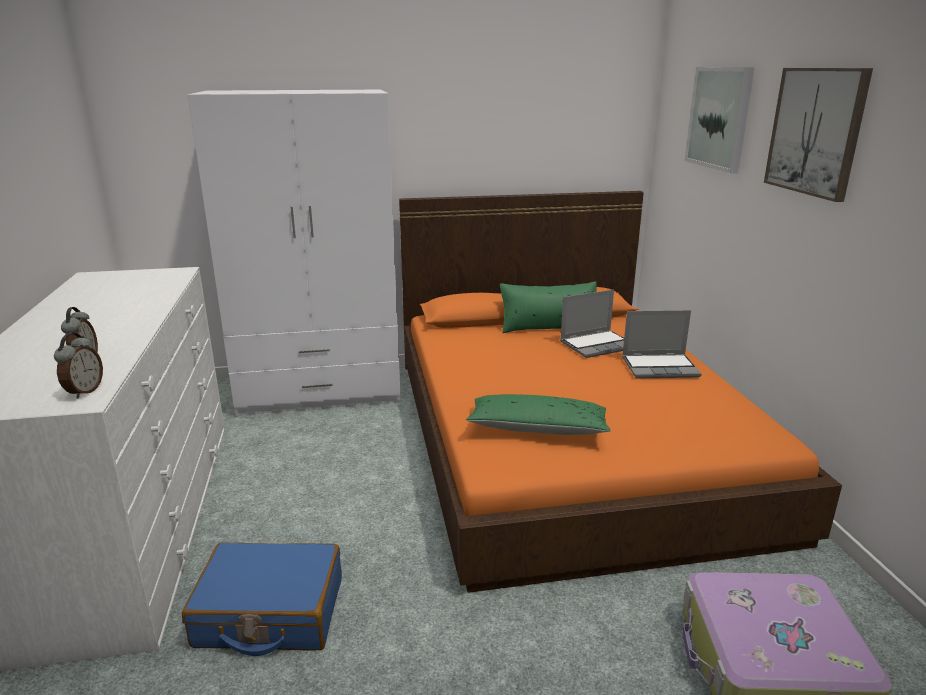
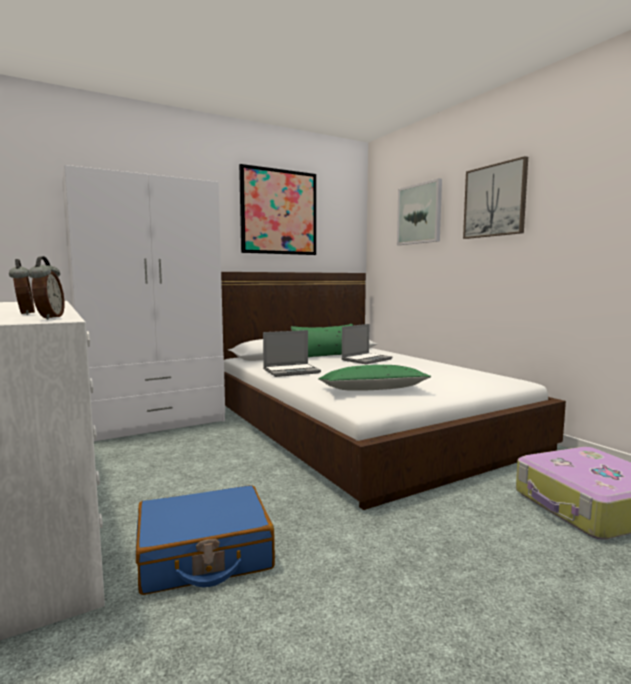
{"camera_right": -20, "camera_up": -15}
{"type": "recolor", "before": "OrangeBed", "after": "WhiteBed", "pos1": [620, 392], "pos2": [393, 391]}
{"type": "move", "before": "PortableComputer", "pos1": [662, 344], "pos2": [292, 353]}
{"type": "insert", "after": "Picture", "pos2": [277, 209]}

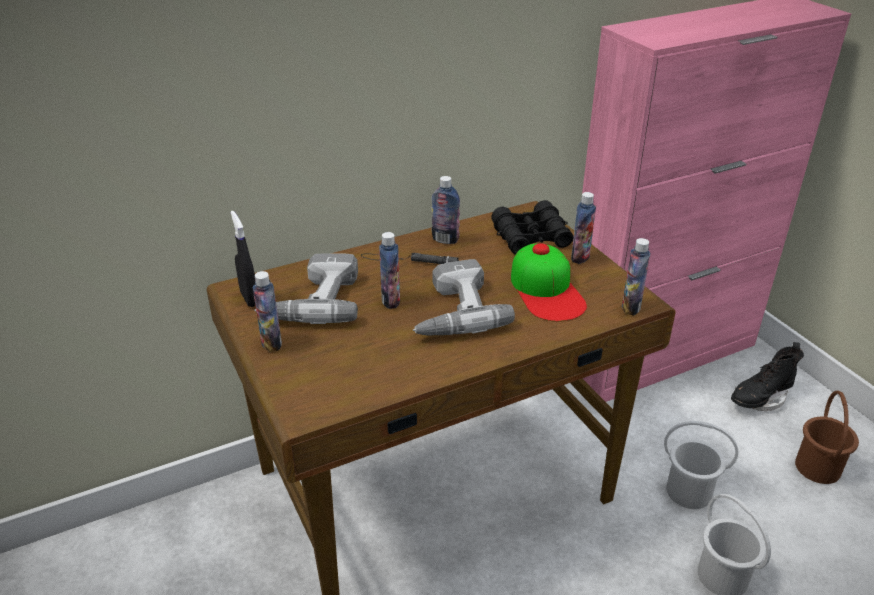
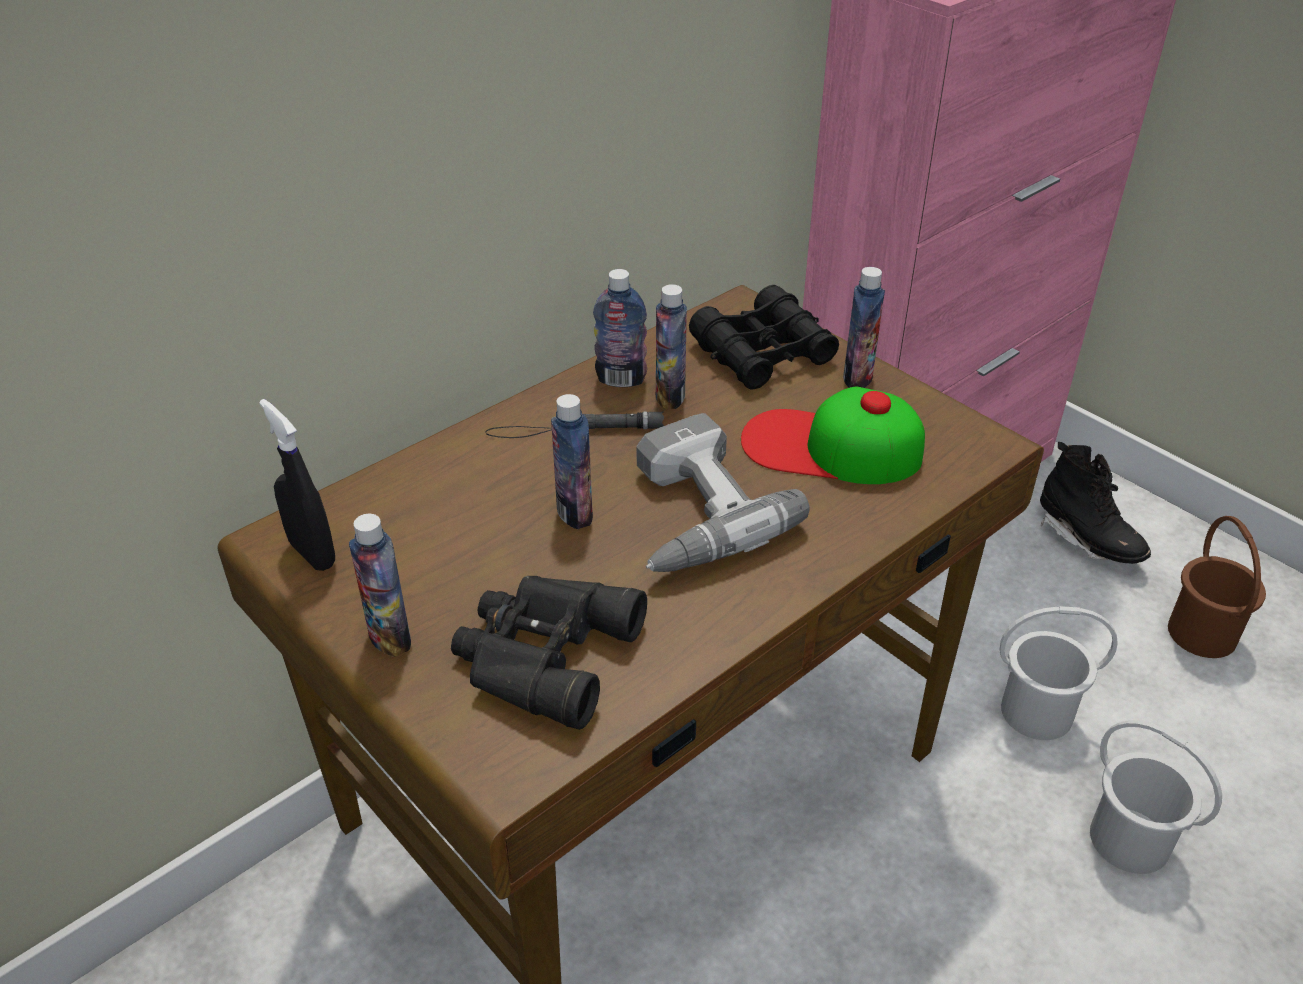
{"camera_right": -15, "camera_up": 5}
{"type": "move", "before": "BeverageBottle", "pos1": [636, 276], "pos2": [671, 346]}
{"type": "rotate", "before": "BaseballCap", "pos1": [549, 282], "pos2": [833, 435], "turn": 135}
{"type": "delete", "before": "ElectricDrill", "pos1": [306, 288]}
{"type": "rotate", "before": "BlackTallBoot", "pos1": [767, 376], "pos2": [1095, 503], "turn": -75}
{"type": "insert", "after": "BlackPairOfBinoculars", "pos2": [549, 653]}

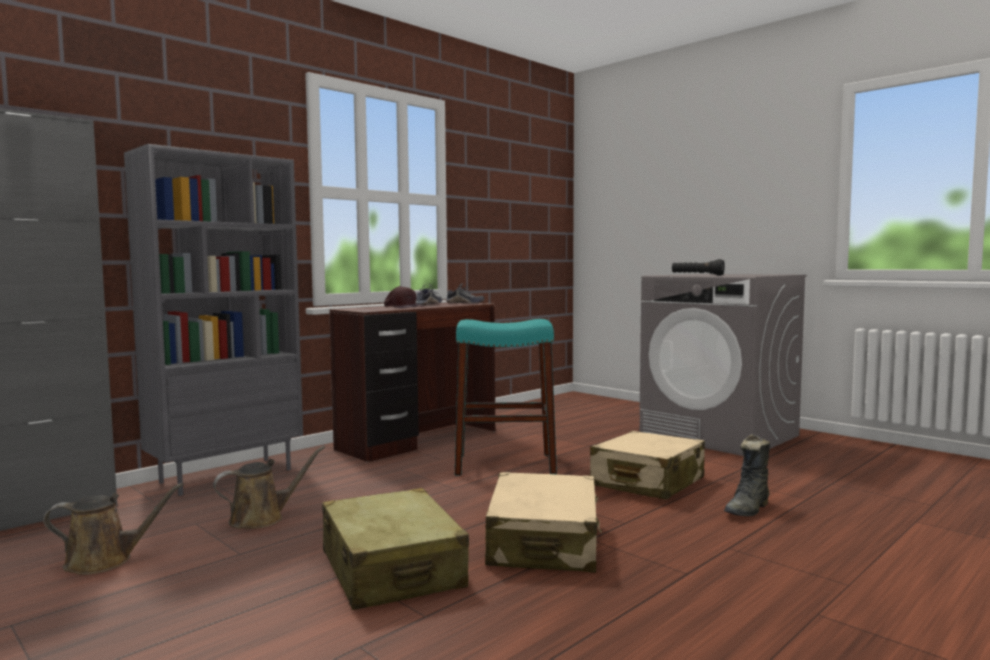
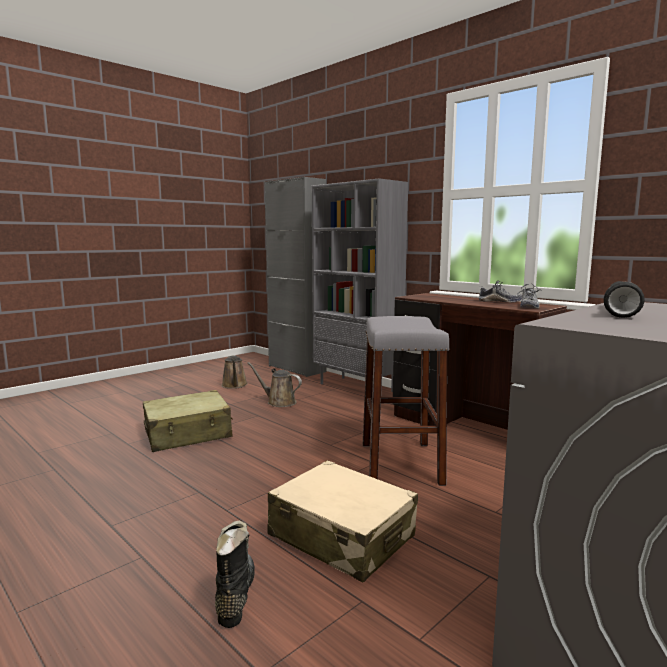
{"camera_right": 90, "camera_up": 5}
{"type": "delete", "before": "BrownishBaseballCap", "pos1": [403, 297]}
{"type": "recolor", "before": "BlueGreenStoolSeat", "after": "GreyishStoolSeat", "pos1": [506, 397], "pos2": [406, 401]}
{"type": "rotate", "before": "BlackTallBoot", "pos1": [747, 475], "pos2": [235, 574], "turn": 45}
{"type": "rotate", "before": "BrownishWateringCan", "pos1": [269, 487], "pos2": [274, 384], "turn": 150}
{"type": "delete", "before": "SandColouredSuitcase", "pos1": [543, 522]}

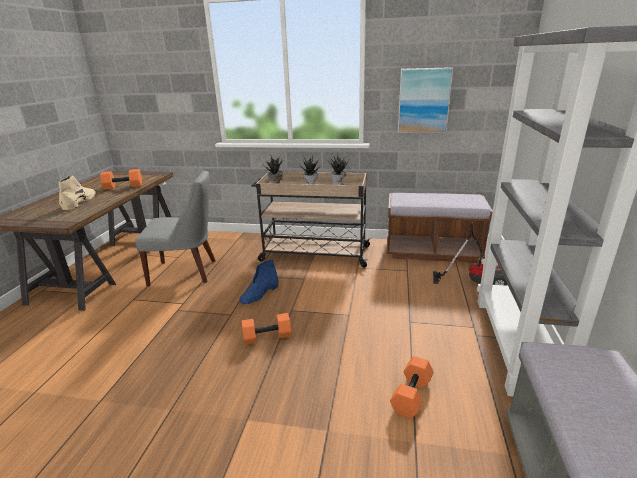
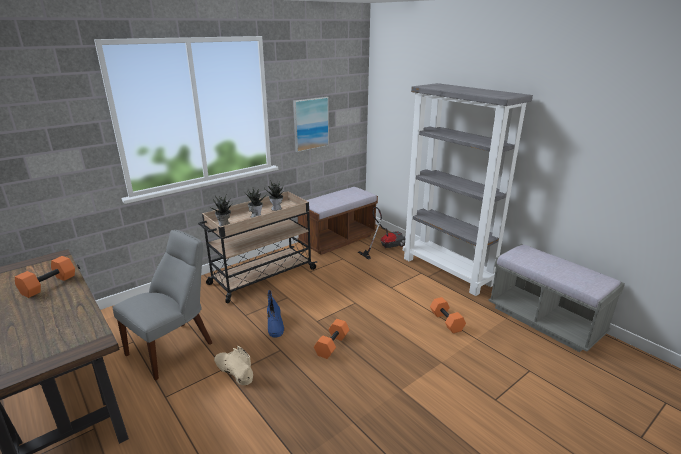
{"camera_right": -50, "camera_up": 0}
{"type": "move", "before": "SandColouredTallBoot", "pos1": [77, 192], "pos2": [233, 365]}

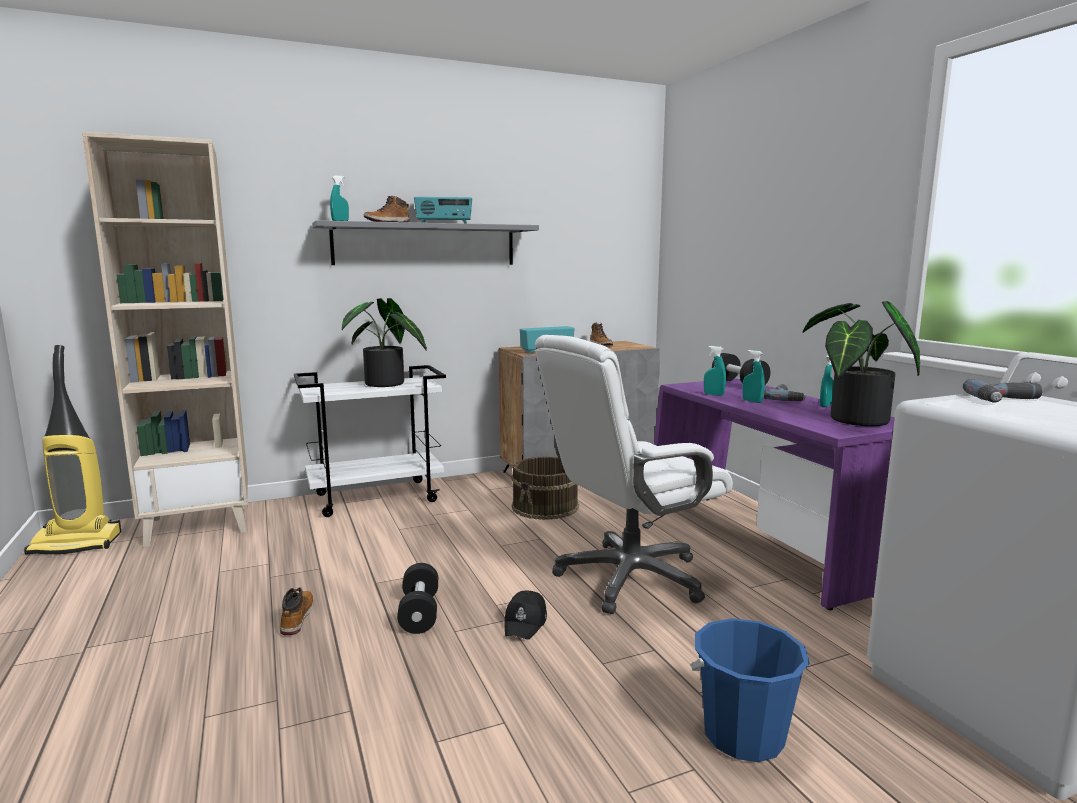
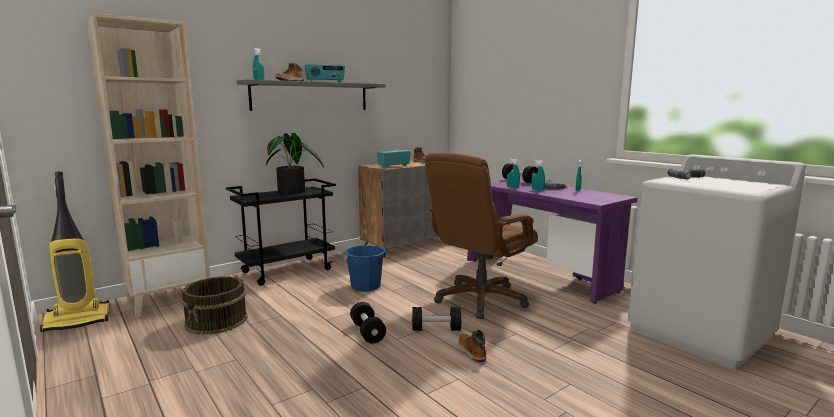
{"camera_right": -15, "camera_up": 0}
{"type": "delete", "before": "PlantInAPot", "pos1": [861, 363]}
{"type": "recolor", "before": "WhiteOfficeChair", "after": "BrownishOfficeChair", "pos1": [634, 474], "pos2": [481, 236]}
{"type": "recolor", "before": "WhiteWheeledCart", "after": "BlackWheeledCart", "pos1": [370, 441], "pos2": [281, 232]}
{"type": "move", "before": "BrownishBucket", "pos1": [545, 488], "pos2": [215, 305]}
{"type": "move", "before": "TallBoot", "pos1": [297, 611], "pos2": [472, 346]}
{"type": "replace", "before": "BlackBaseballCap", "after": "BlackDumbbell", "pos1": [525, 615], "pos2": [436, 319]}
{"type": "move", "before": "BlueColouredBucket", "pos1": [750, 690], "pos2": [364, 268]}

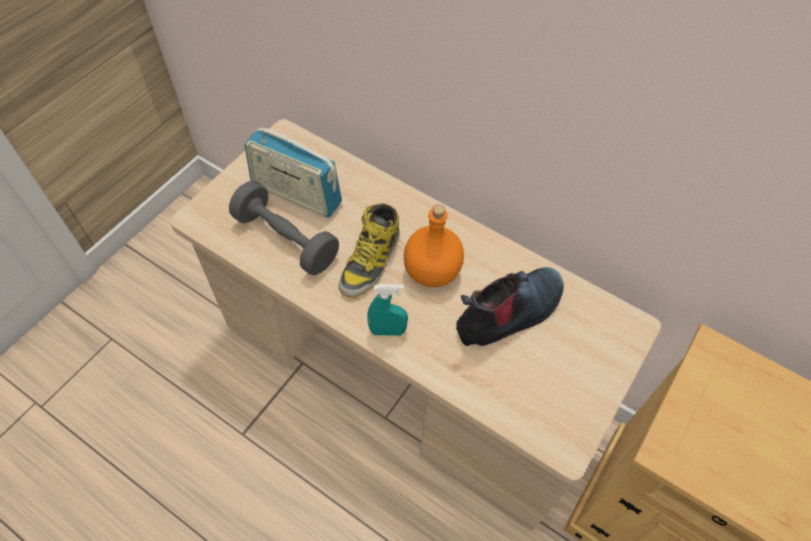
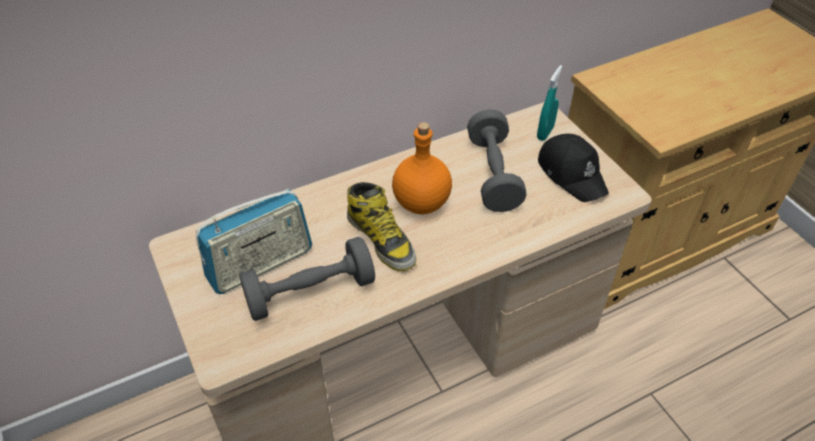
{"camera_right": -60, "camera_up": -10}
{"type": "replace", "before": "TallBoot", "after": "GreyishDumbbell", "pos1": [510, 306], "pos2": [497, 160]}
{"type": "move", "before": "BlueGreenHandSprayer", "pos1": [387, 310], "pos2": [550, 103]}
{"type": "insert", "after": "BlackBaseballCap", "pos2": [573, 168]}

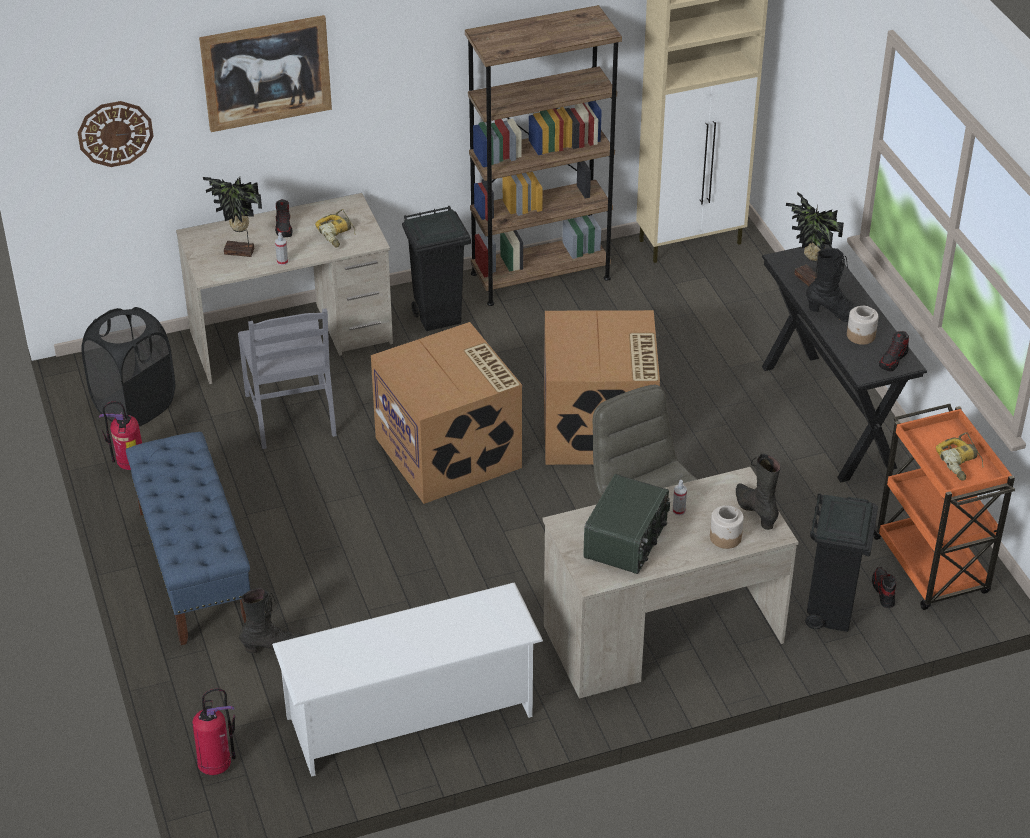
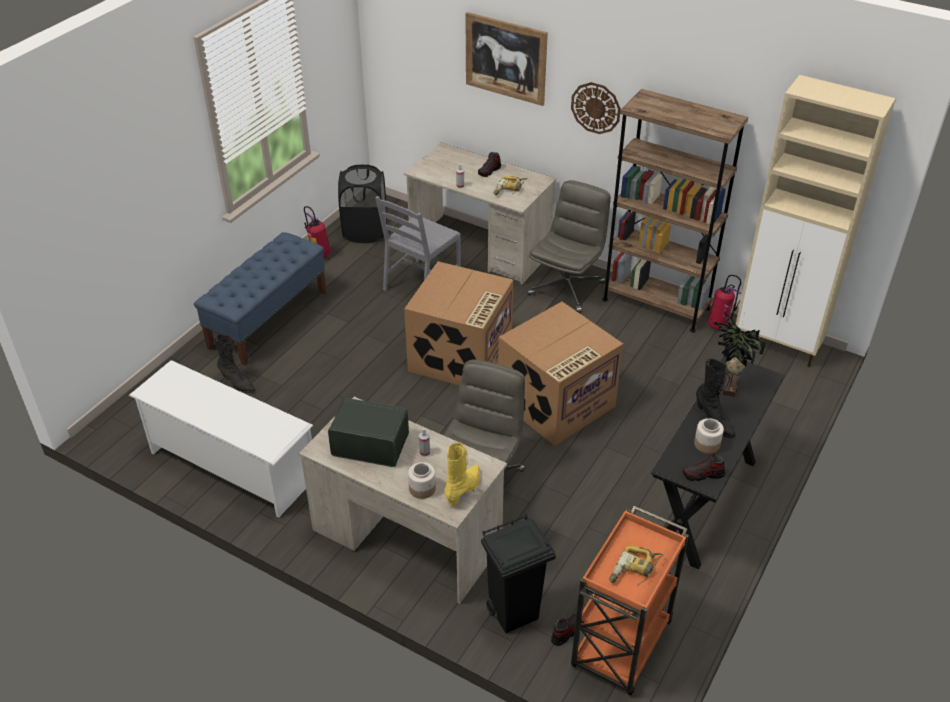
{"camera_right": 50, "camera_up": 0}
{"type": "move", "before": "HangingClock", "pos1": [115, 134], "pos2": [596, 108]}
{"type": "delete", "before": "PlantInAPot", "pos1": [232, 217]}
{"type": "replace", "before": "BlackWasteBin", "after": "GreyishOfficeChair", "pos1": [436, 268], "pos2": [569, 246]}
{"type": "recolor", "before": "BlackTallBoot", "after": "YellowishTallBoot", "pos1": [758, 491], "pos2": [462, 474]}
{"type": "rotate", "before": "Radio", "pos1": [626, 524], "pos2": [368, 432], "turn": -150}
{"type": "move", "before": "Extinguisher", "pos1": [214, 731], "pos2": [724, 302]}

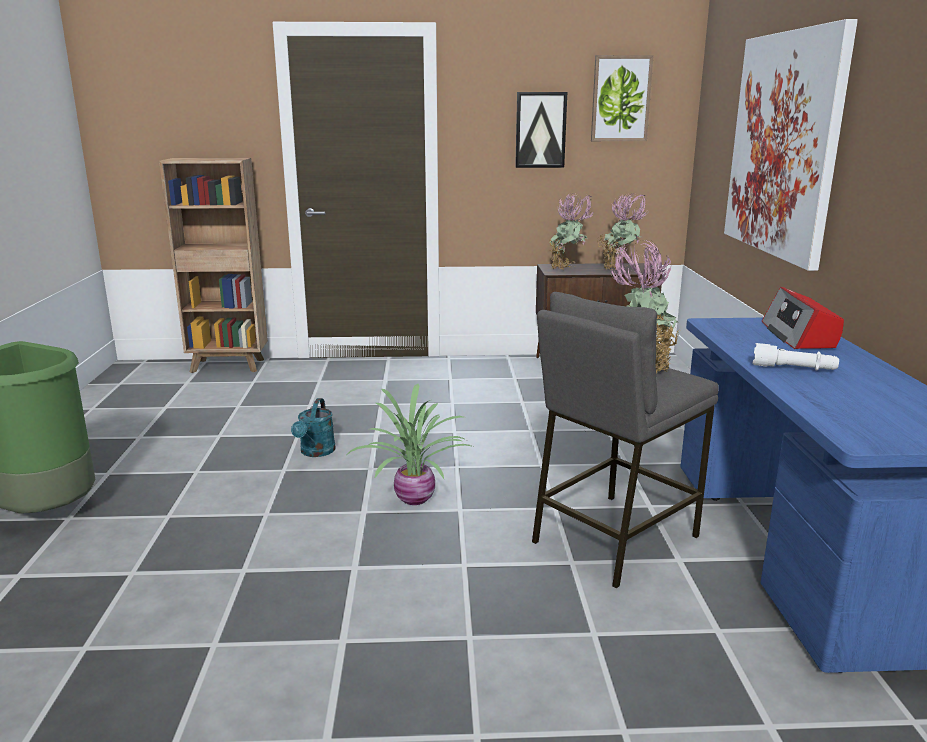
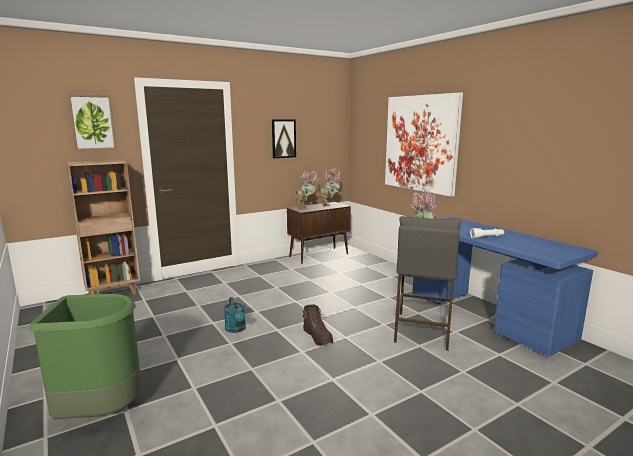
{"camera_right": -30, "camera_up": -5}
{"type": "move", "before": "Picture", "pos1": [622, 98], "pos2": [92, 122]}
{"type": "delete", "before": "Radio", "pos1": [803, 318]}
{"type": "replace", "before": "PlantInAPot", "after": "BrownishTallBoot", "pos1": [410, 444], "pos2": [318, 325]}

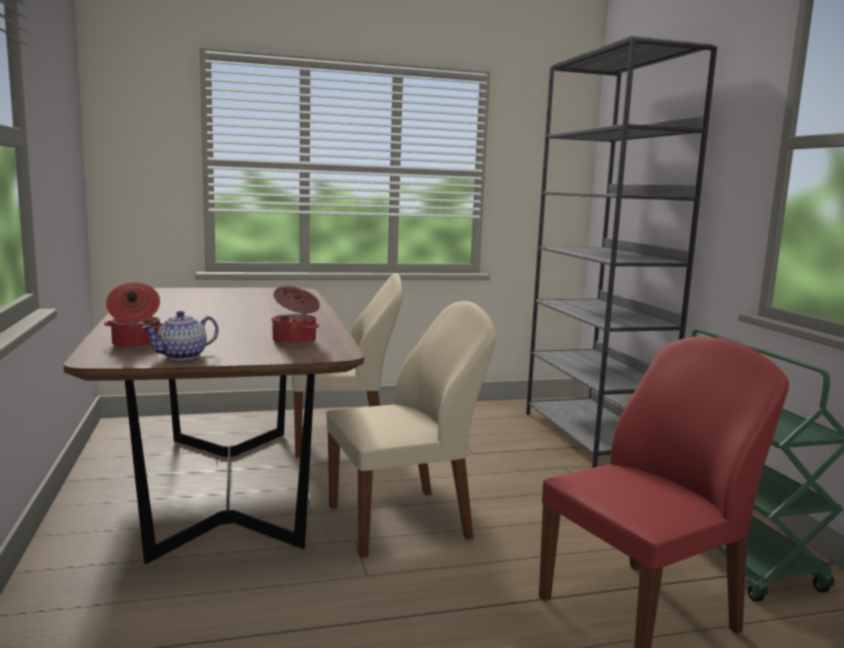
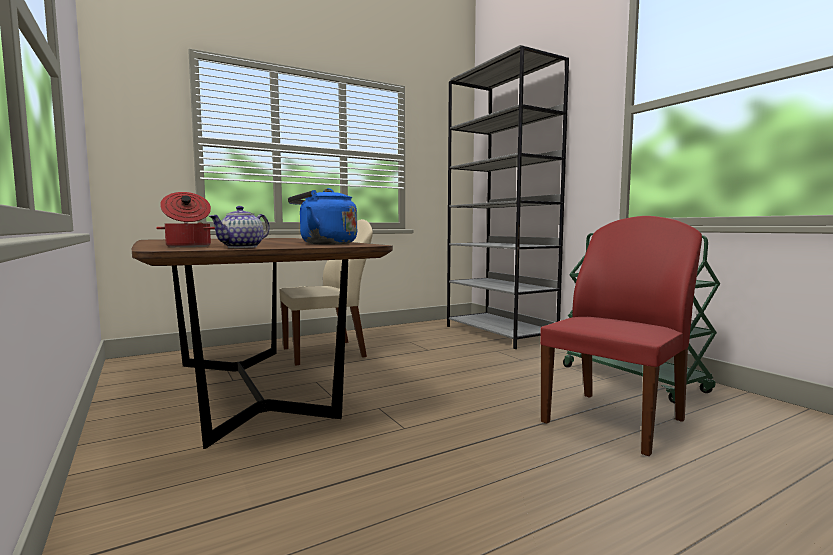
{"camera_right": -15, "camera_up": -5}
{"type": "replace", "before": "Stockpot", "after": "BlueColouredTeaKettle", "pos1": [295, 316], "pos2": [322, 216]}
{"type": "delete", "before": "SandColouredPlainChair", "pos1": [412, 429]}

